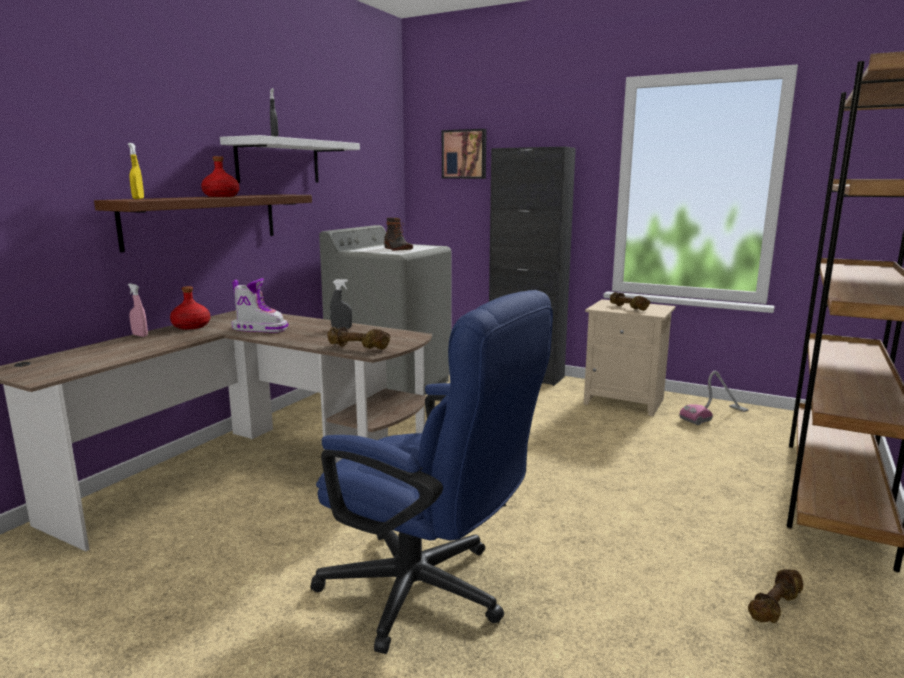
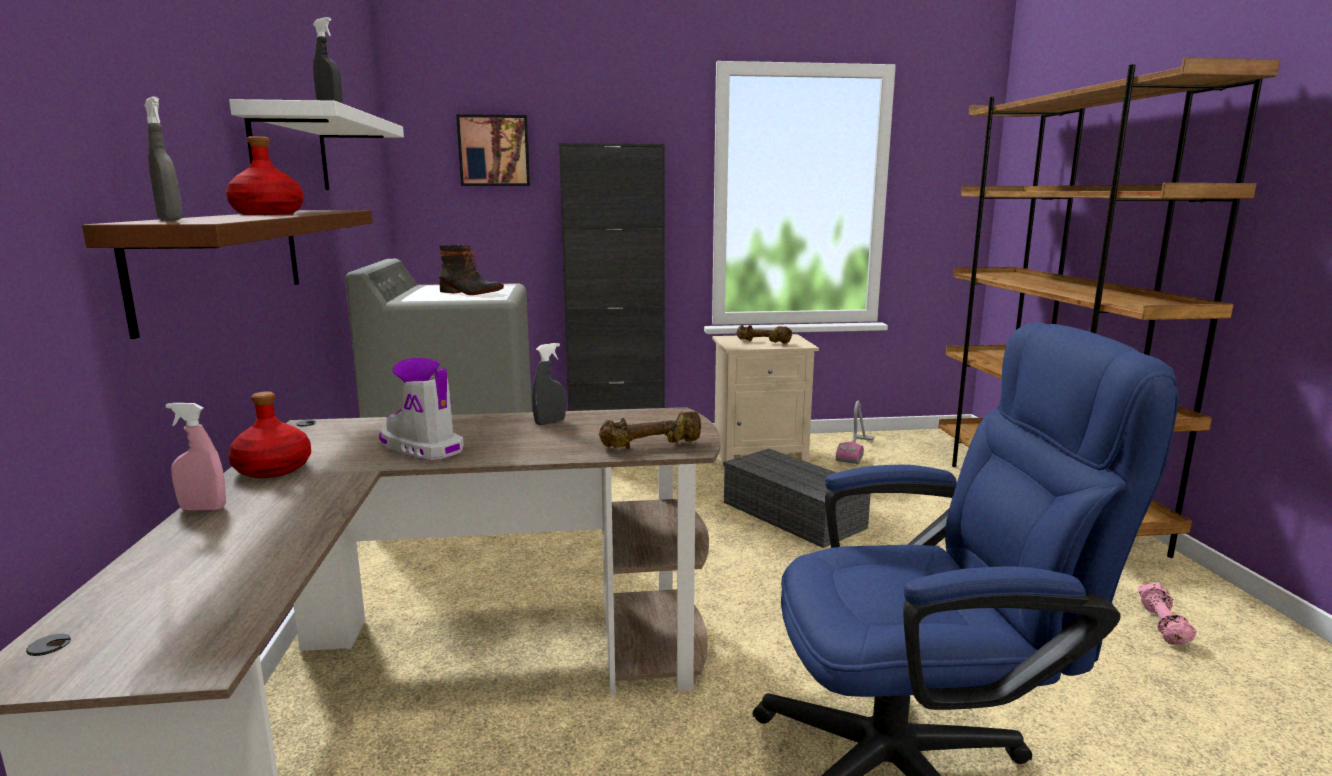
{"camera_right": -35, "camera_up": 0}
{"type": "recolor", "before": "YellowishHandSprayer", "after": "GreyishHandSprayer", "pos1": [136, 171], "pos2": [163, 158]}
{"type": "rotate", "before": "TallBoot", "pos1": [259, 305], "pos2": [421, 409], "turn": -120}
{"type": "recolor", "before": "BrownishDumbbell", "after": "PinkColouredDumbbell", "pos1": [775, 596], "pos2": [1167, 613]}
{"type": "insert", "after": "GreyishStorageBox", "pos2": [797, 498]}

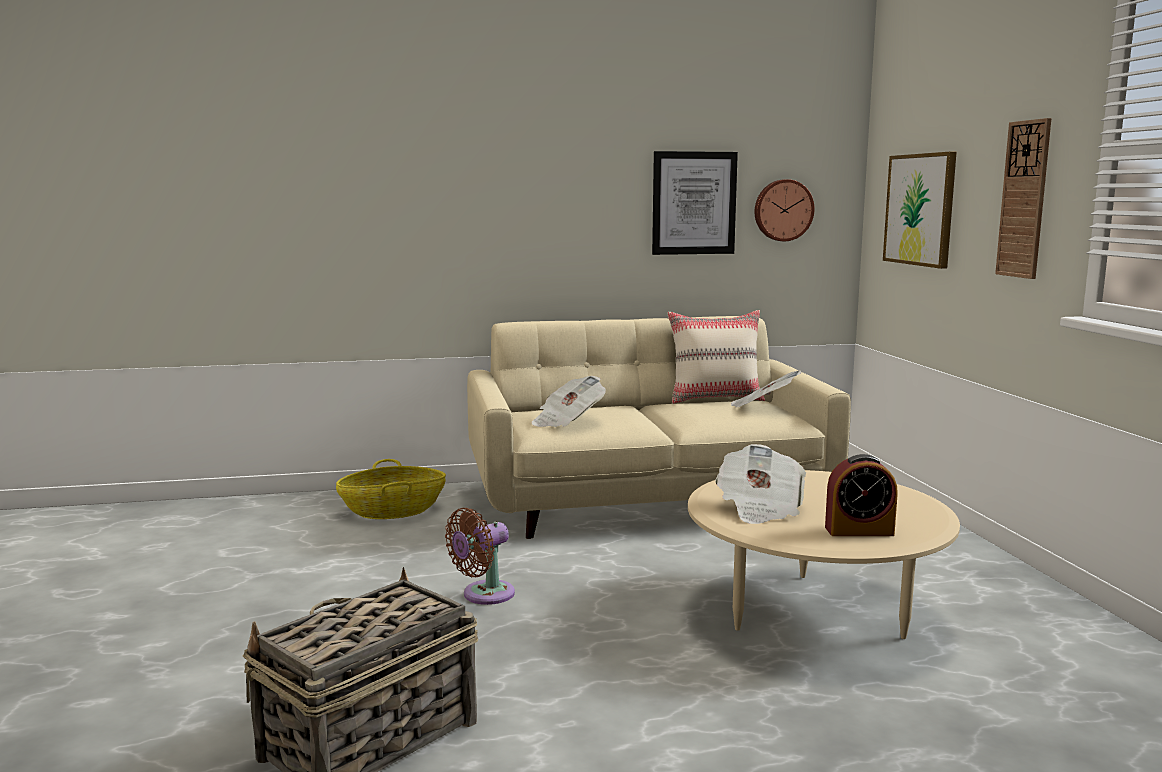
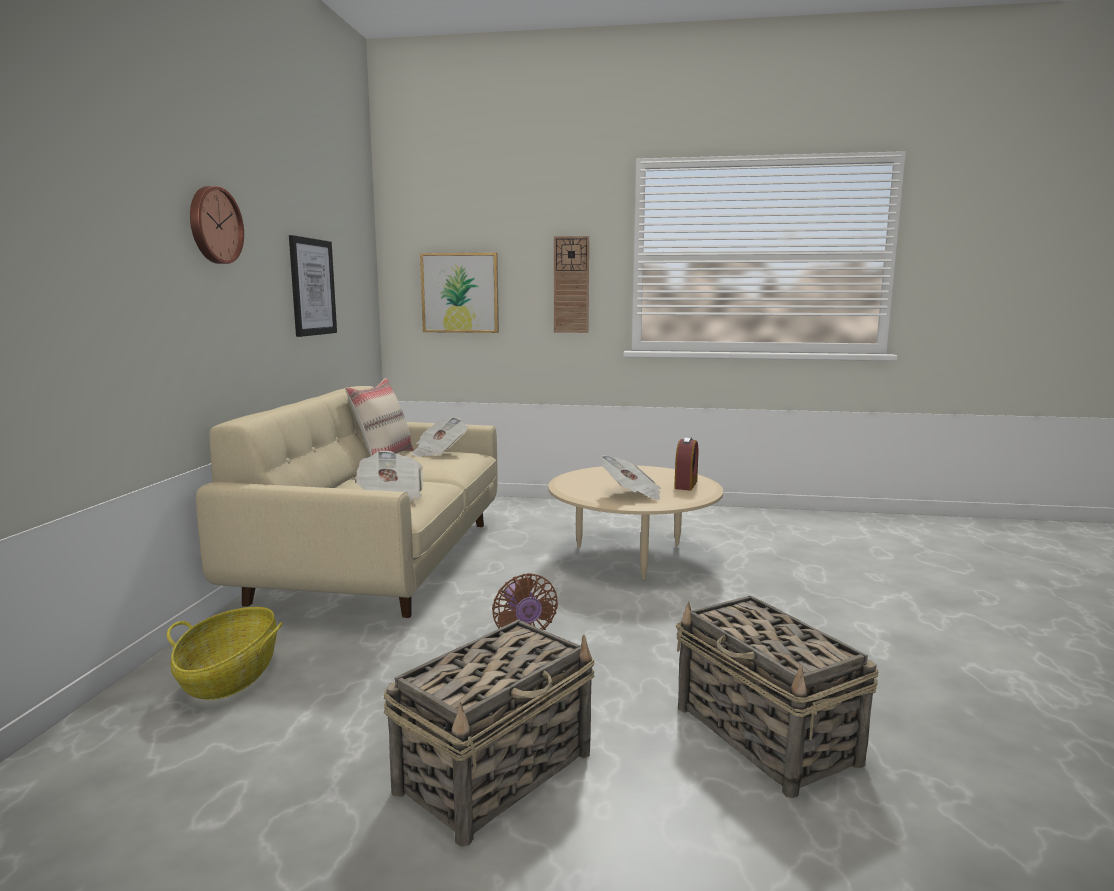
{"camera_right": -70, "camera_up": 0}
{"type": "move", "before": "HangingClock", "pos1": [785, 210], "pos2": [217, 225]}
{"type": "insert", "after": "Basket", "pos2": [489, 733]}

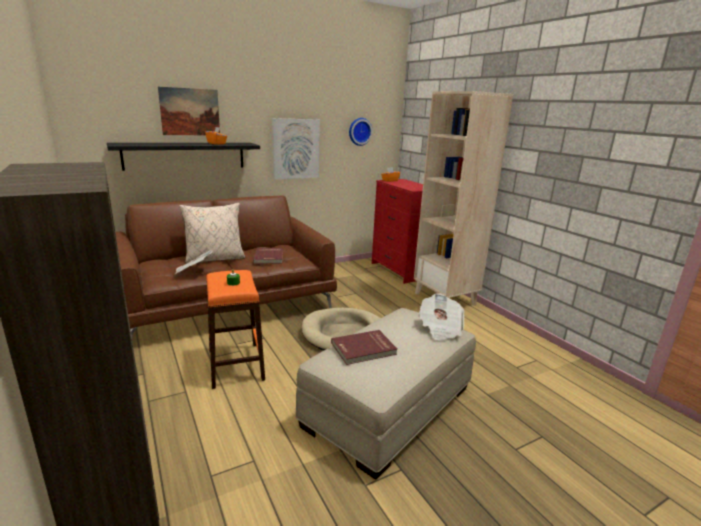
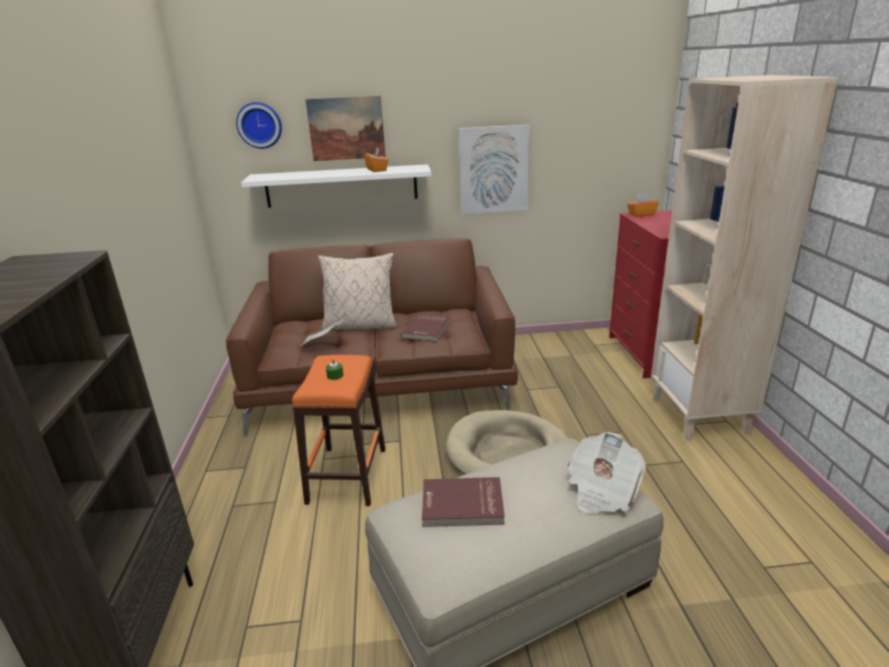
{"camera_right": 25, "camera_up": 5}
{"type": "move", "before": "HangingClock", "pos1": [361, 132], "pos2": [259, 125]}
{"type": "recolor", "before": "BlackShelf", "after": "WhiteShelf", "pos1": [183, 157], "pos2": [336, 186]}

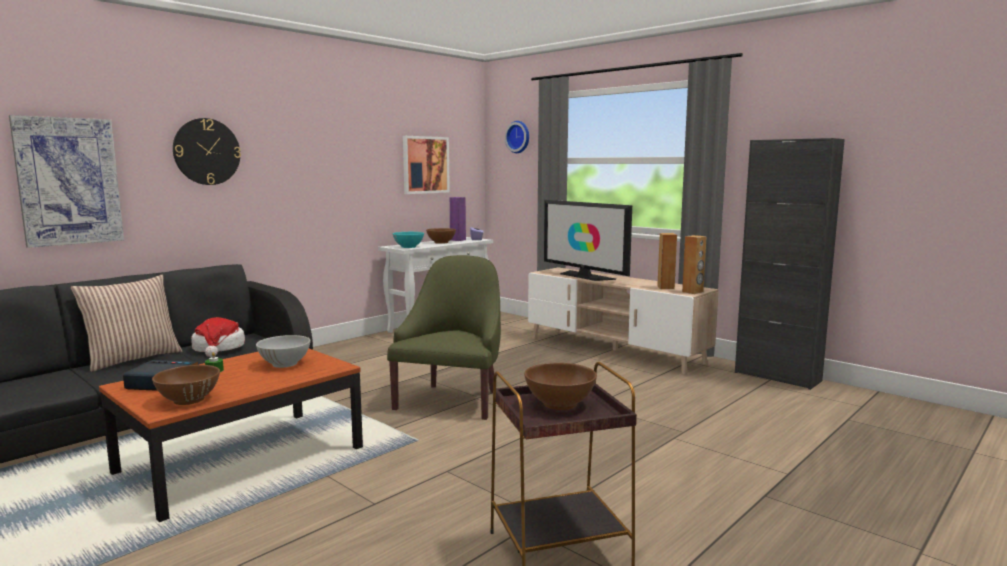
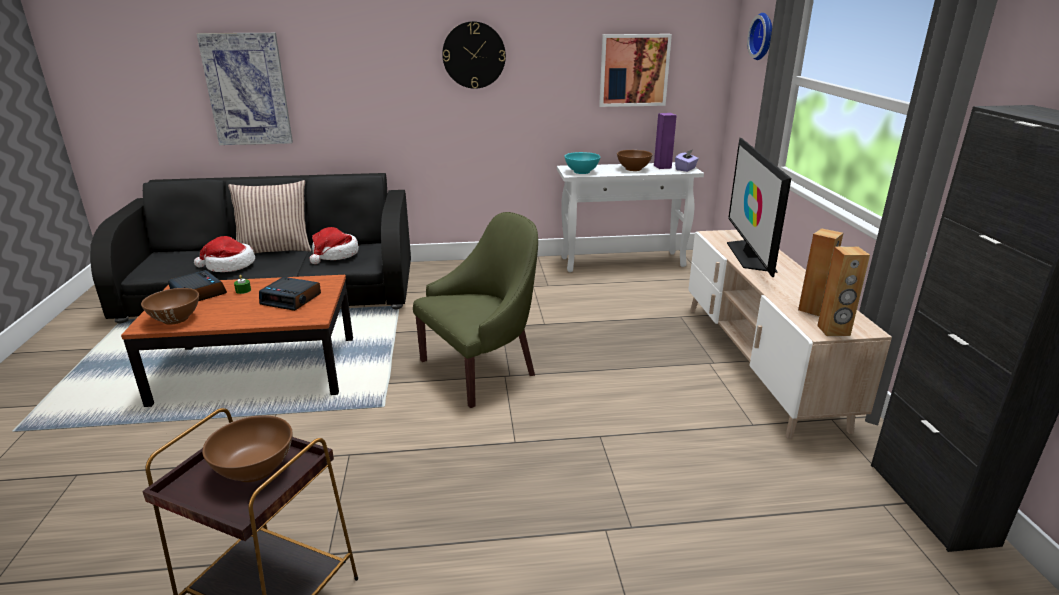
{"camera_right": 40, "camera_up": 15}
{"type": "move", "before": "HangingClock", "pos1": [207, 151], "pos2": [474, 55]}
{"type": "replace", "before": "WhiteServingBowl", "after": "AlarmClock", "pos1": [283, 351], "pos2": [290, 294]}
{"type": "insert", "after": "WearableHat", "pos2": [224, 254]}

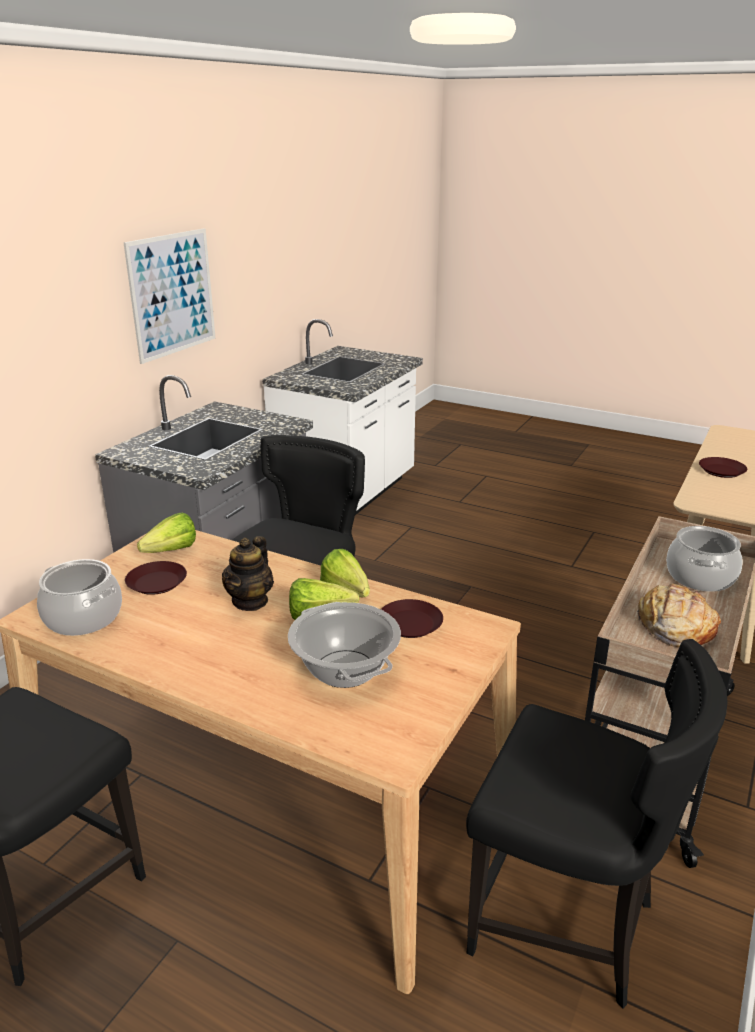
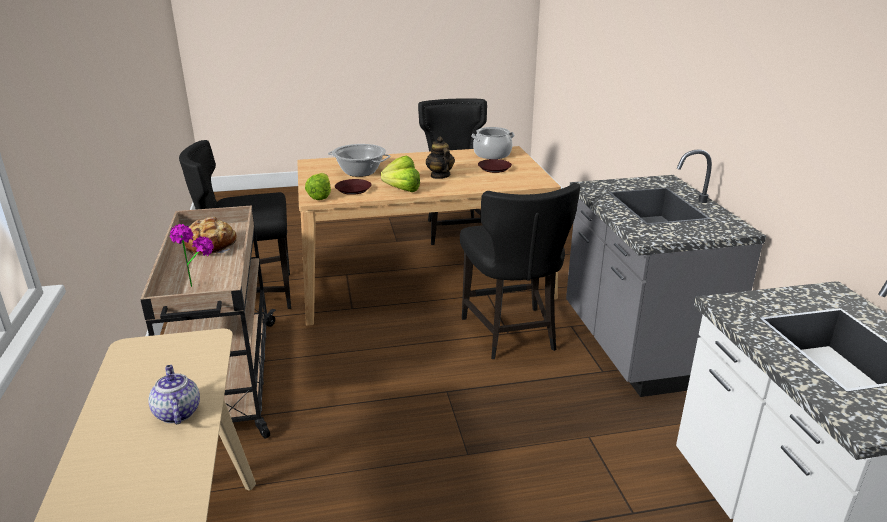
{"camera_right": 140, "camera_up": 0}
{"type": "delete", "before": "Picture", "pos1": [169, 296]}
{"type": "replace", "before": "BrownishDinnerPlate", "after": "PotForTea", "pos1": [723, 467], "pos2": [174, 395]}
{"type": "move", "before": "HeadOfLettuce", "pos1": [166, 533], "pos2": [318, 186]}
{"type": "replace", "before": "Stockpot", "after": "PlantInAPot", "pos1": [704, 559], "pos2": [192, 255]}

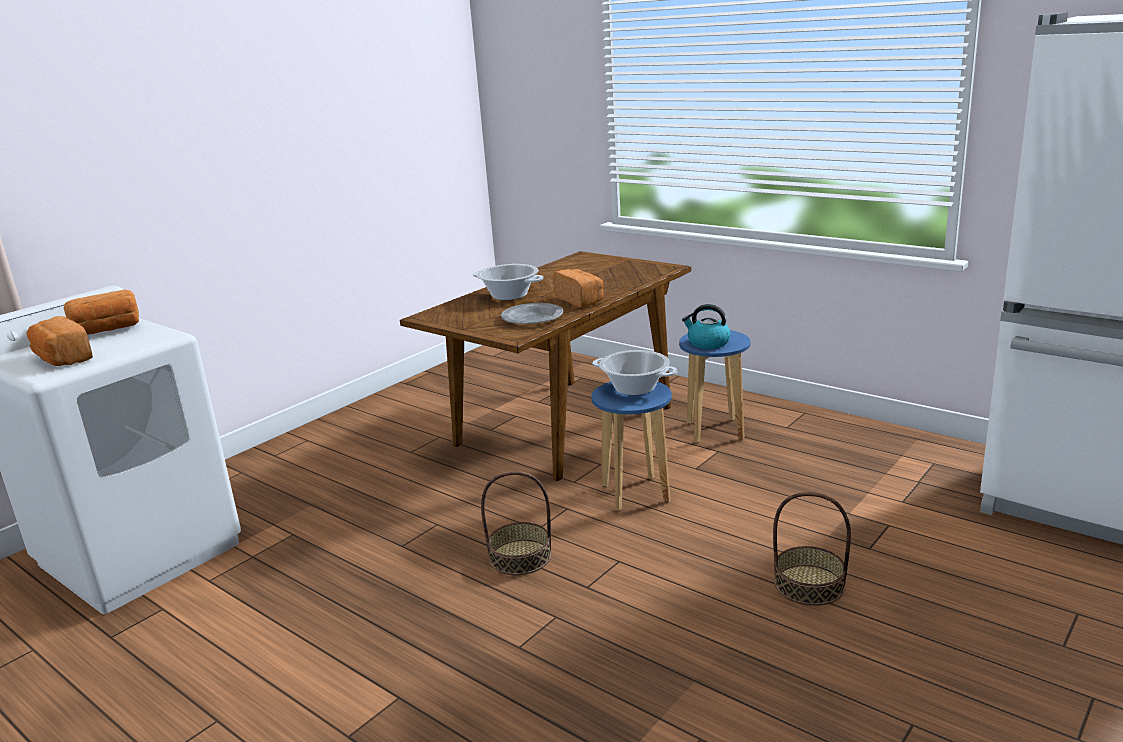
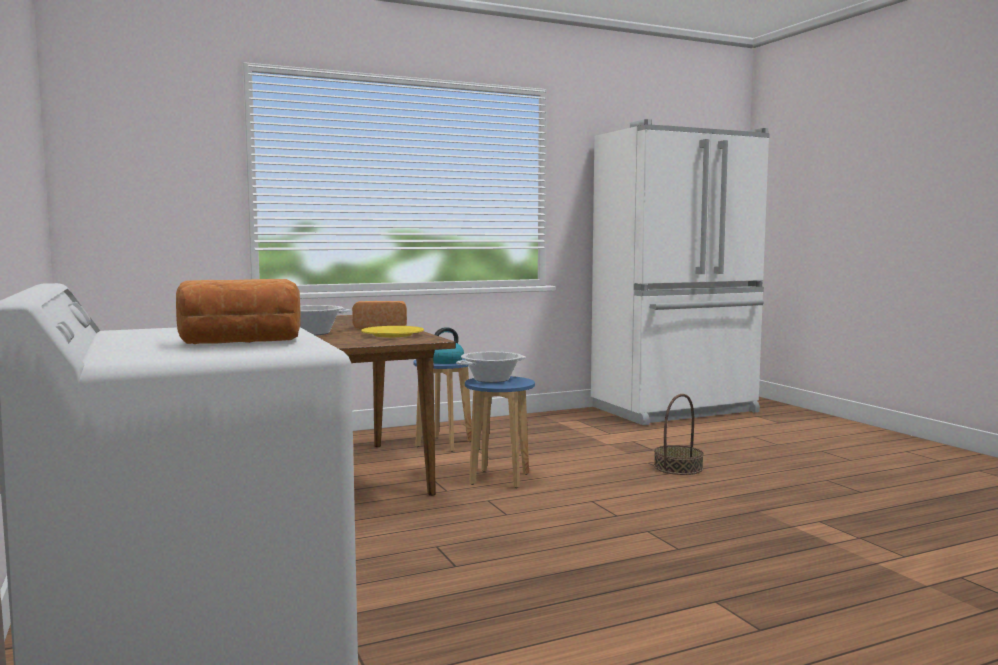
{"camera_right": -65, "camera_up": -15}
{"type": "delete", "before": "BakeryBread", "pos1": [101, 312]}
{"type": "recolor", "before": "GreyishDinnerPlate", "after": "YellowishDinnerPlate", "pos1": [532, 313], "pos2": [392, 331]}
{"type": "delete", "before": "Basket", "pos1": [516, 523]}

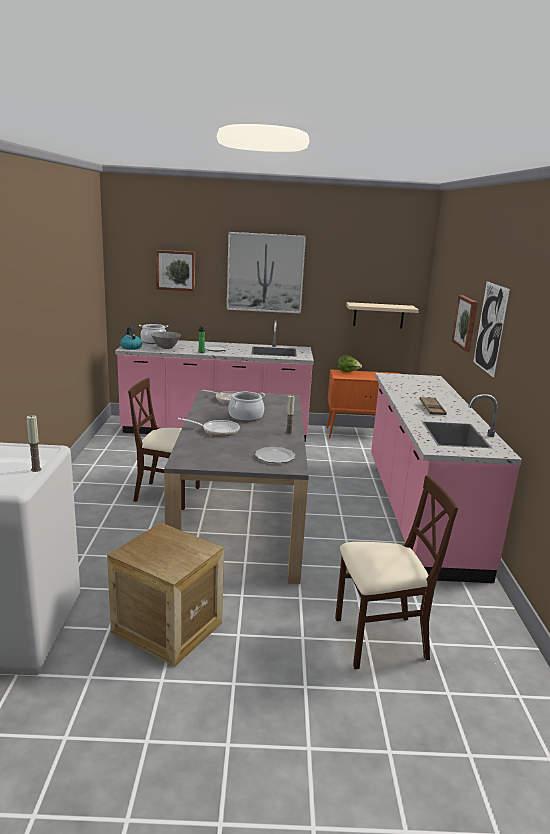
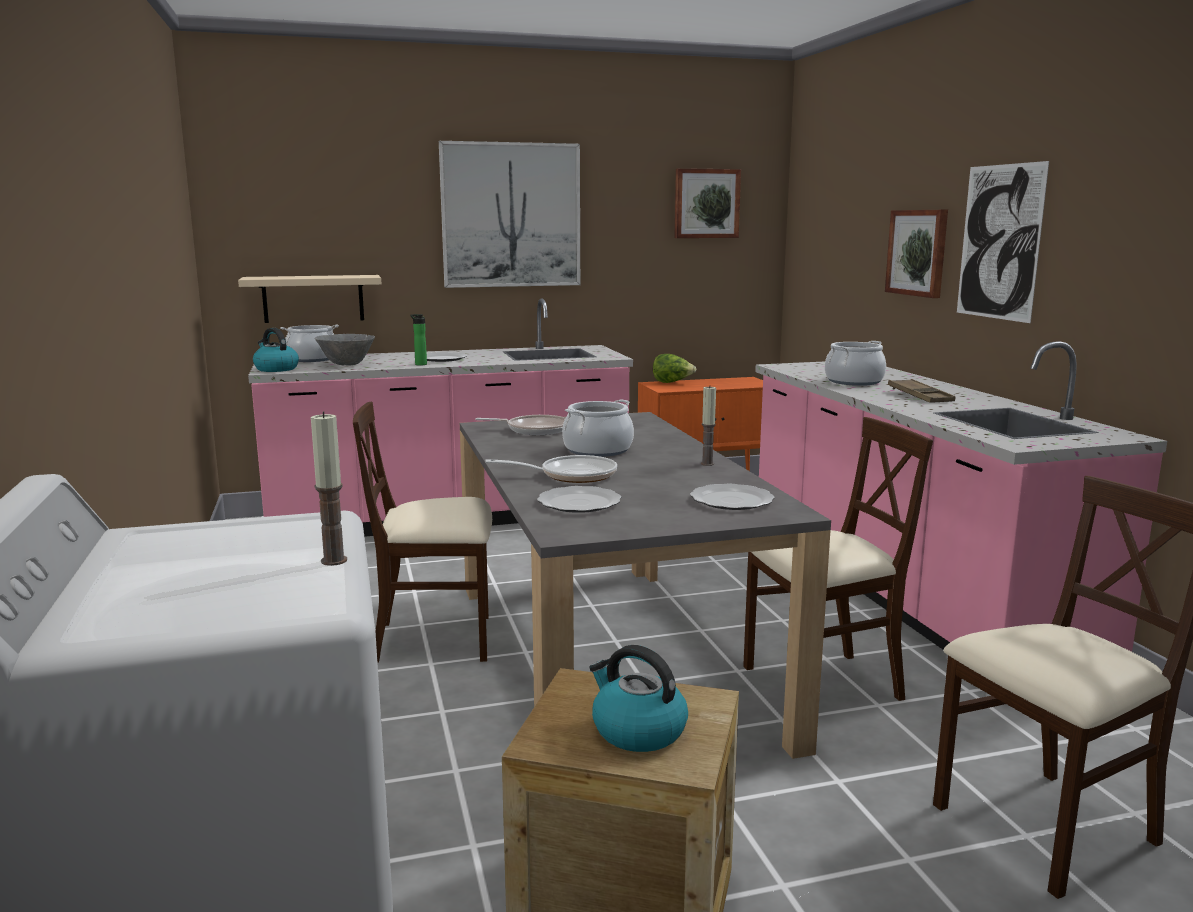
{"camera_right": -15, "camera_up": -5}
{"type": "move", "before": "Picture", "pos1": [175, 270], "pos2": [707, 203]}
{"type": "move", "before": "SandColouredShelf", "pos1": [382, 315], "pos2": [309, 299]}
{"type": "insert", "after": "Stockpot", "pos2": [855, 363]}
{"type": "insert", "after": "SandColouredPlainChair", "pos2": [838, 559]}
{"type": "insert", "after": "DinnerPlate", "pos2": [579, 499]}
{"type": "insert", "after": "TeaKettle", "pos2": [638, 698]}

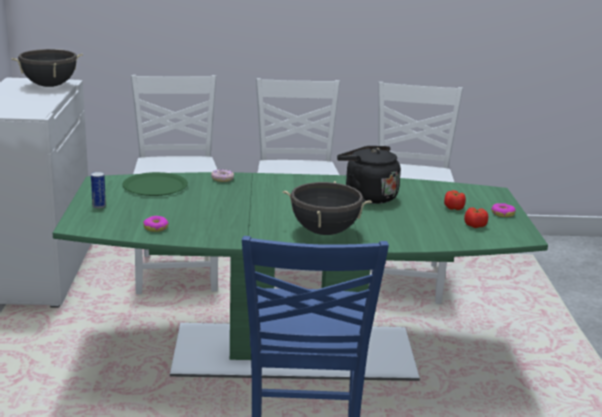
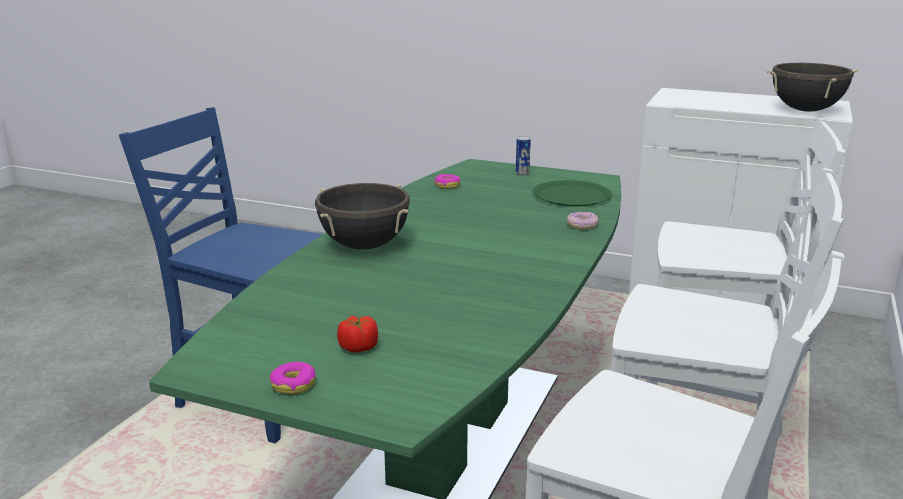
{"camera_right": 115, "camera_up": 0}
{"type": "delete", "before": "BlackTeaKettle", "pos1": [369, 175]}
{"type": "delete", "before": "Tomato", "pos1": [476, 217]}

